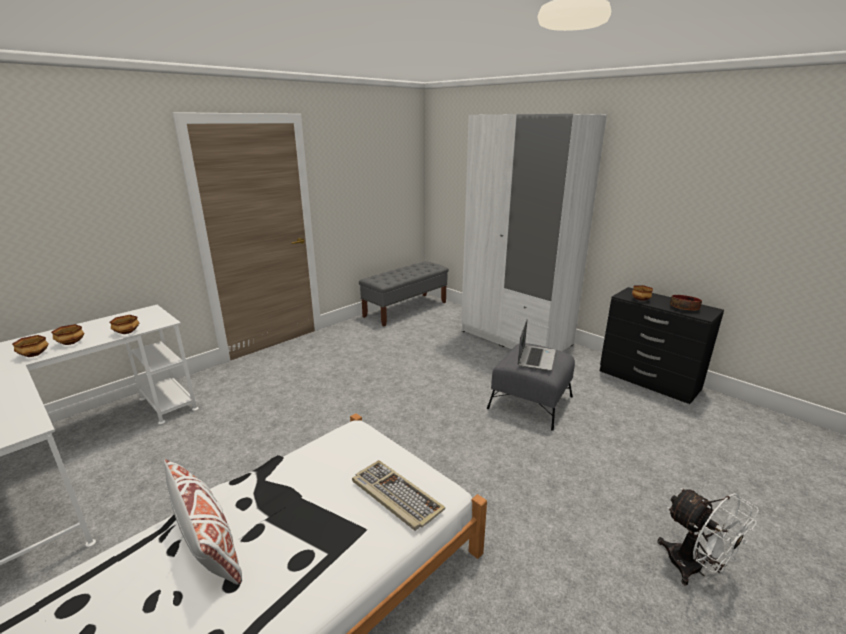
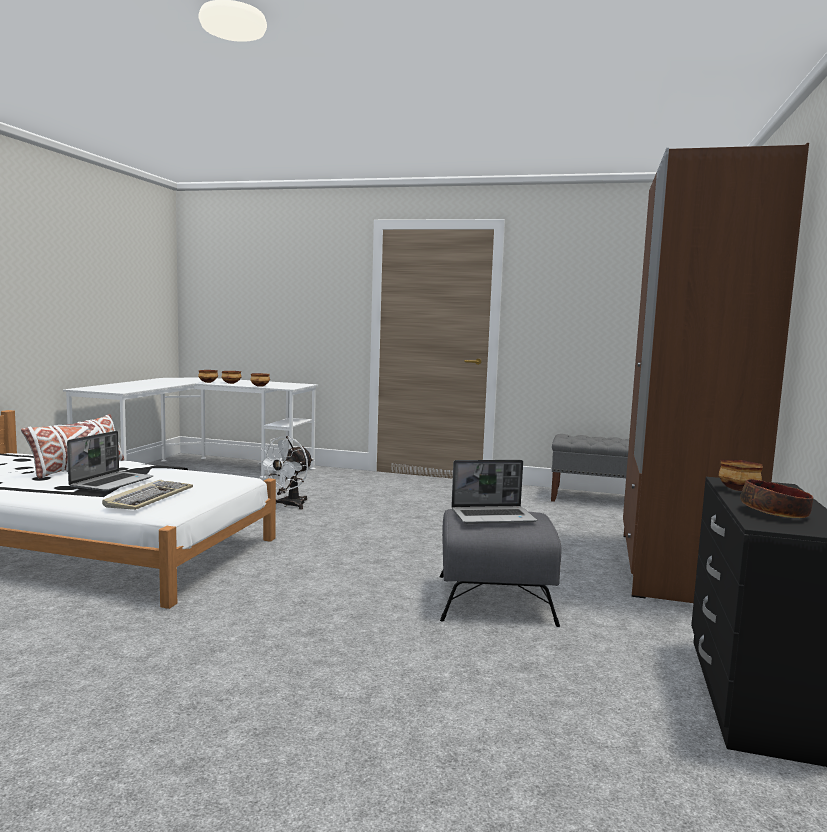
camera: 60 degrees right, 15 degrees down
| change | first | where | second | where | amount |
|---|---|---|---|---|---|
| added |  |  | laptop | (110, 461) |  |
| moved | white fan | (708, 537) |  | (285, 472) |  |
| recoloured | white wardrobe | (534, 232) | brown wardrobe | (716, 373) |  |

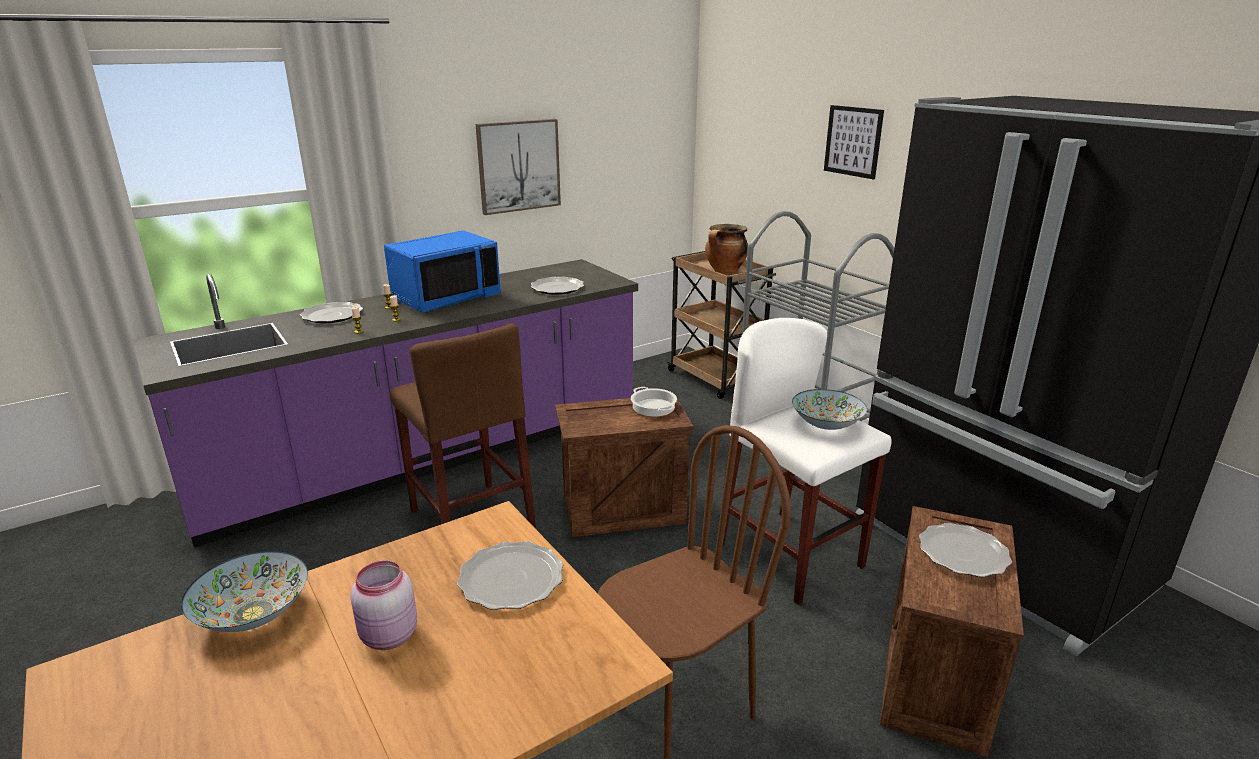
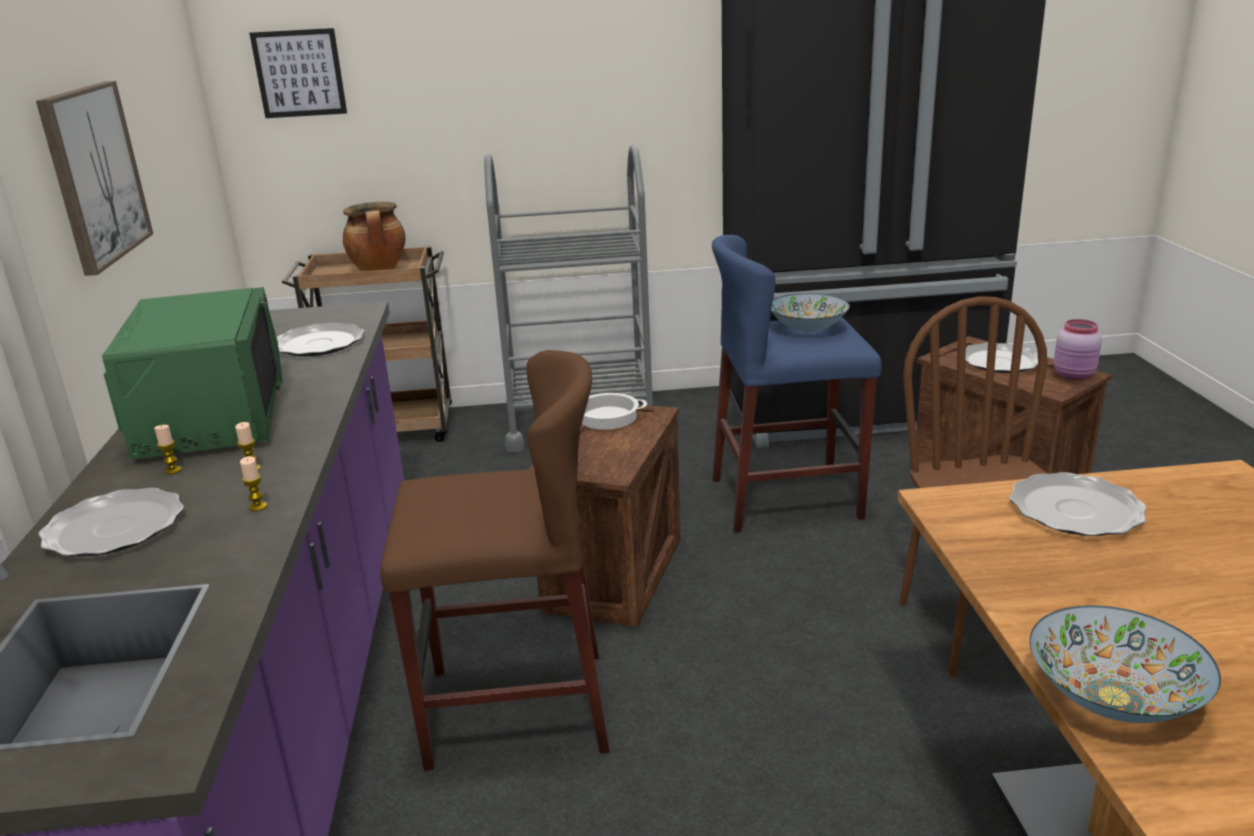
camera: 60 degrees left, 0 degrees up
| change | first | where | second | where | amount |
|---|---|---|---|---|---|
| moved | pink jar | (383, 605) |  | (1077, 349) |  |
| moved | picture | (854, 142) |  | (298, 73) |  |
| recoloured | blue microwave | (442, 271) | green microwave | (192, 373) |  |
| recoloured | white stool | (806, 461) | blue stool | (797, 384) |  |

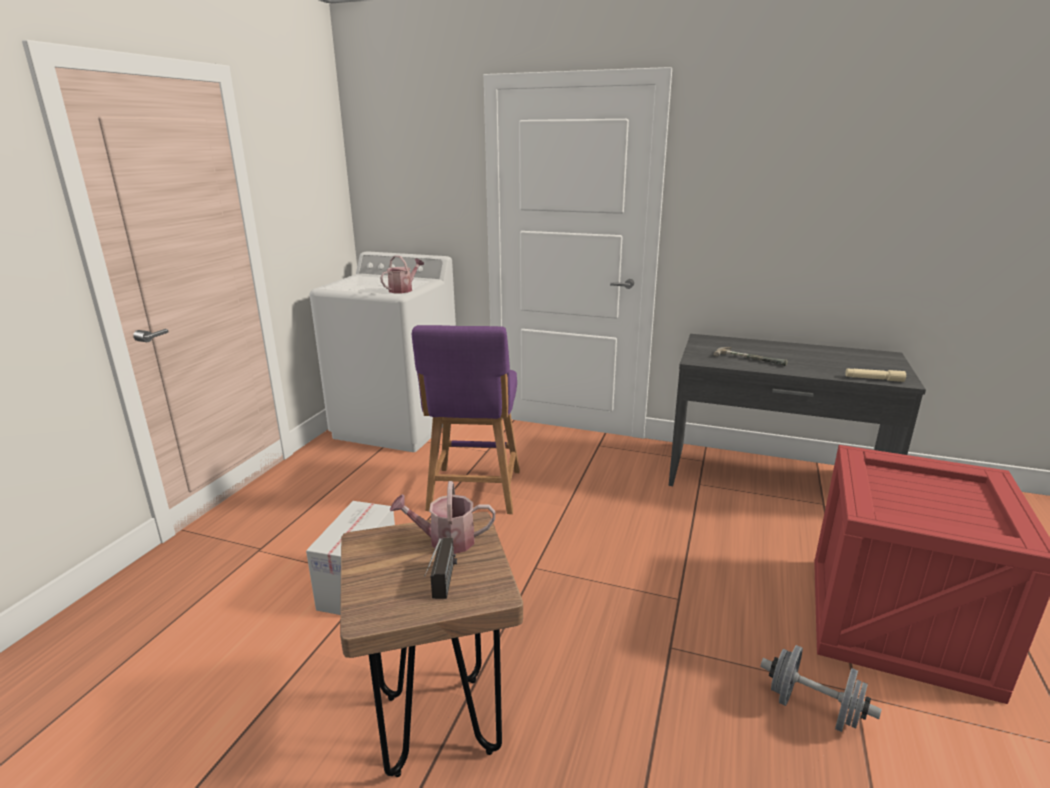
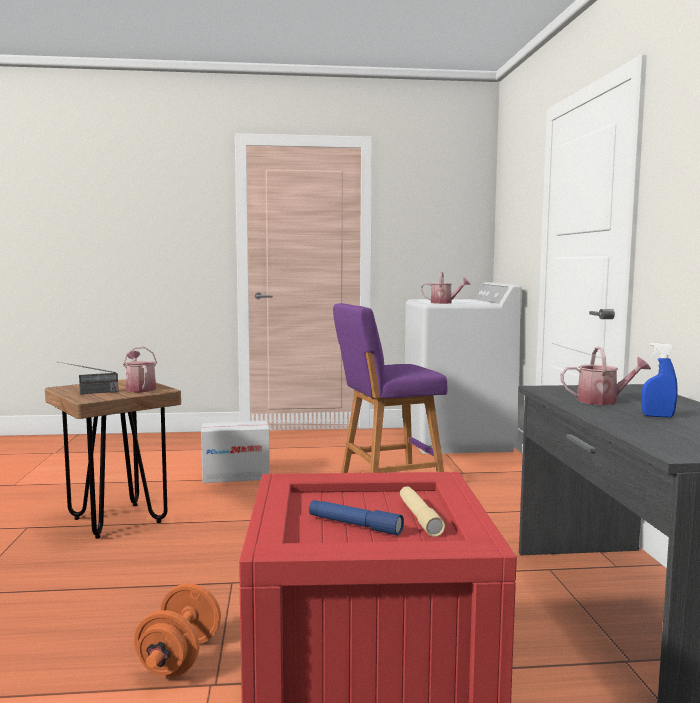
camera: 65 degrees right, 15 degrees down
| change | first | where | second | where | amount |
|---|---|---|---|---|---|
| added |  |  | blue flashlight | (356, 518) |  |
| added |  |  | blue spray bottle | (660, 380) |  |
| moved | beige flashlight | (875, 375) |  | (422, 511) |  |
| replaced | hammer | (751, 356) | watering can | (606, 375) |  |
| recoloured | grey dumbbell | (821, 688) | orange dumbbell | (177, 630) |  |

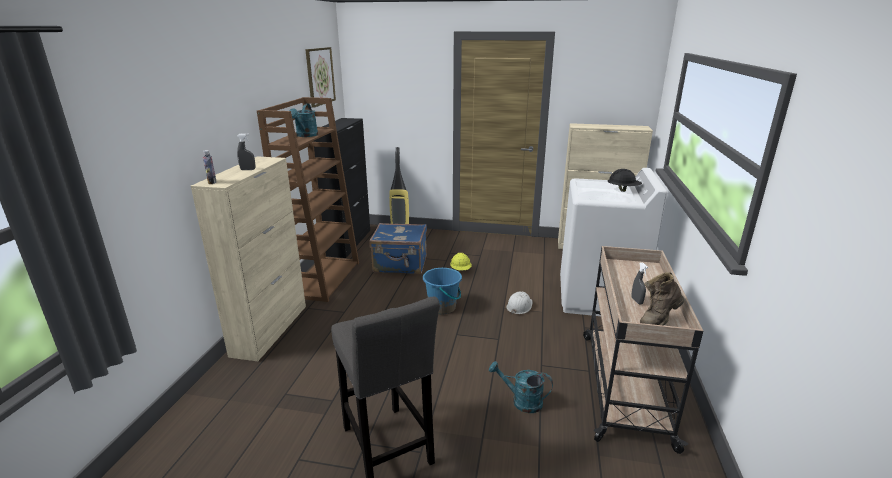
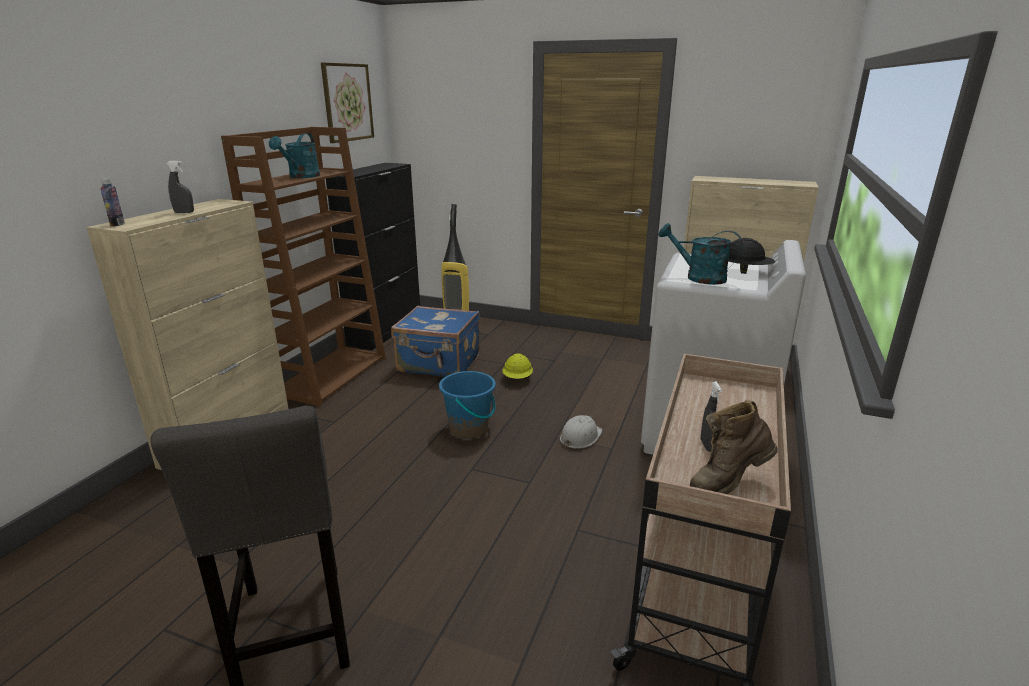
camera: 10 degrees right, 0 degrees up
| change | first | where | second | where | amount |
|---|---|---|---|---|---|
| moved | turquoise watering can | (521, 387) |  | (701, 254) |  |

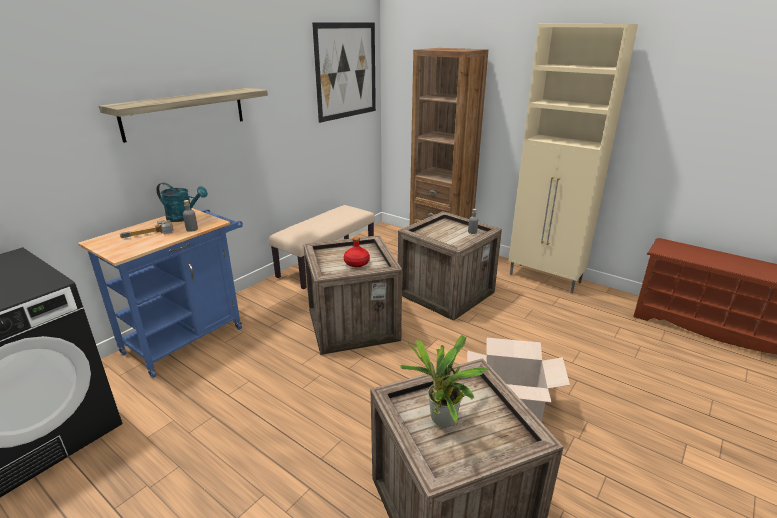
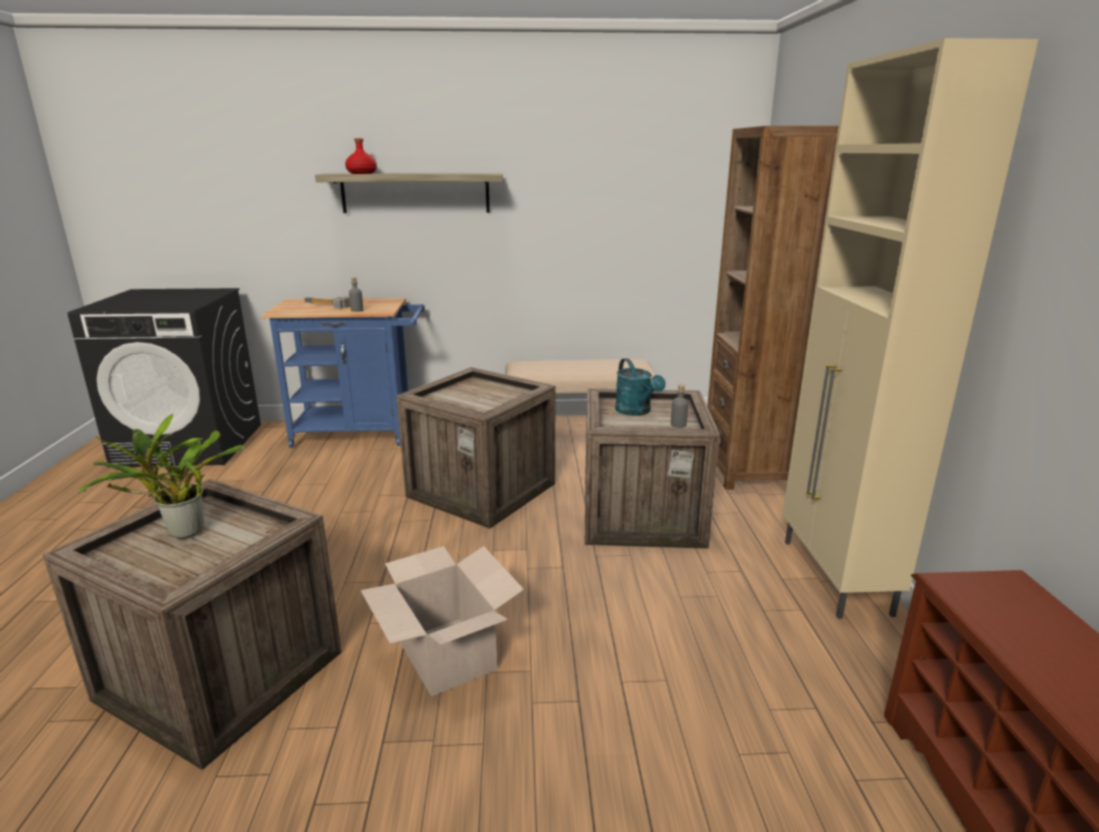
camera: 50 degrees right, 5 degrees down
| change | first | where | second | where | amount |
|---|---|---|---|---|---|
| removed | picture | (344, 72) |  |  |  |
| moved | turquoise watering can | (182, 202) |  | (640, 387) |  |
| moved | red bottle | (357, 252) |  | (361, 156) |  |

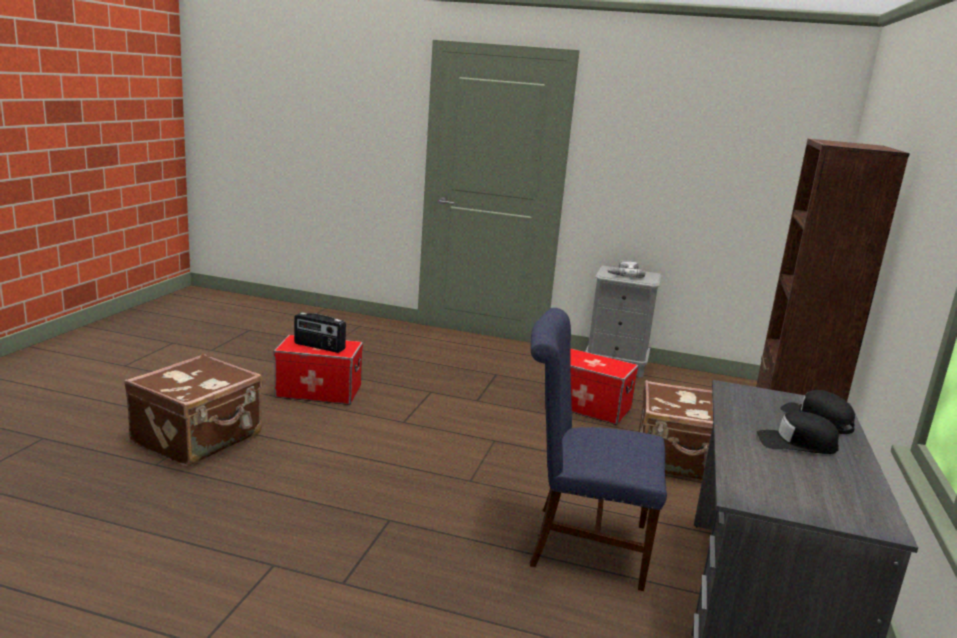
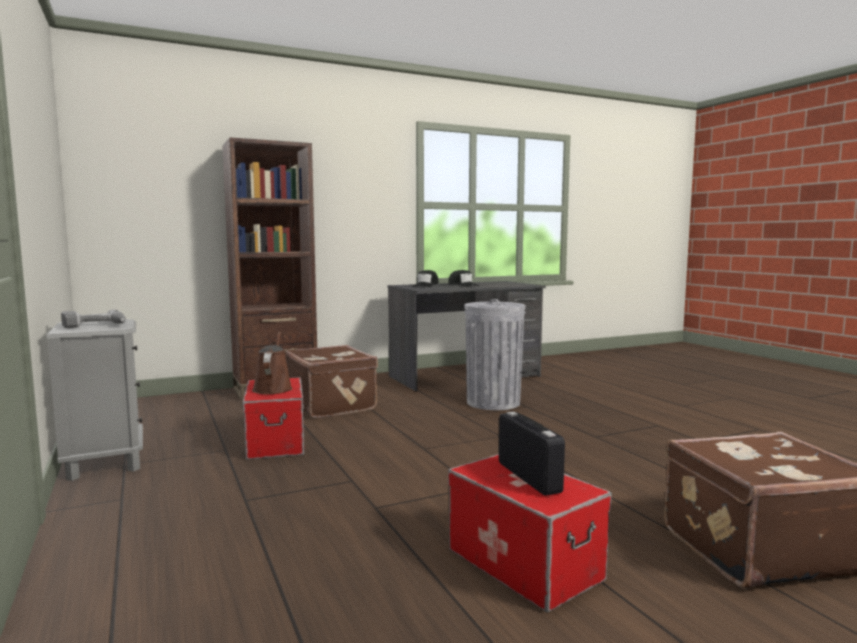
camera: 130 degrees left, 10 degrees down
| change | first | where | second | where | amount |
|---|---|---|---|---|---|
| added |  |  | brown watering can | (272, 363) |  |
| replaced | blue chair | (598, 449) | grey trash can | (495, 354) |  |

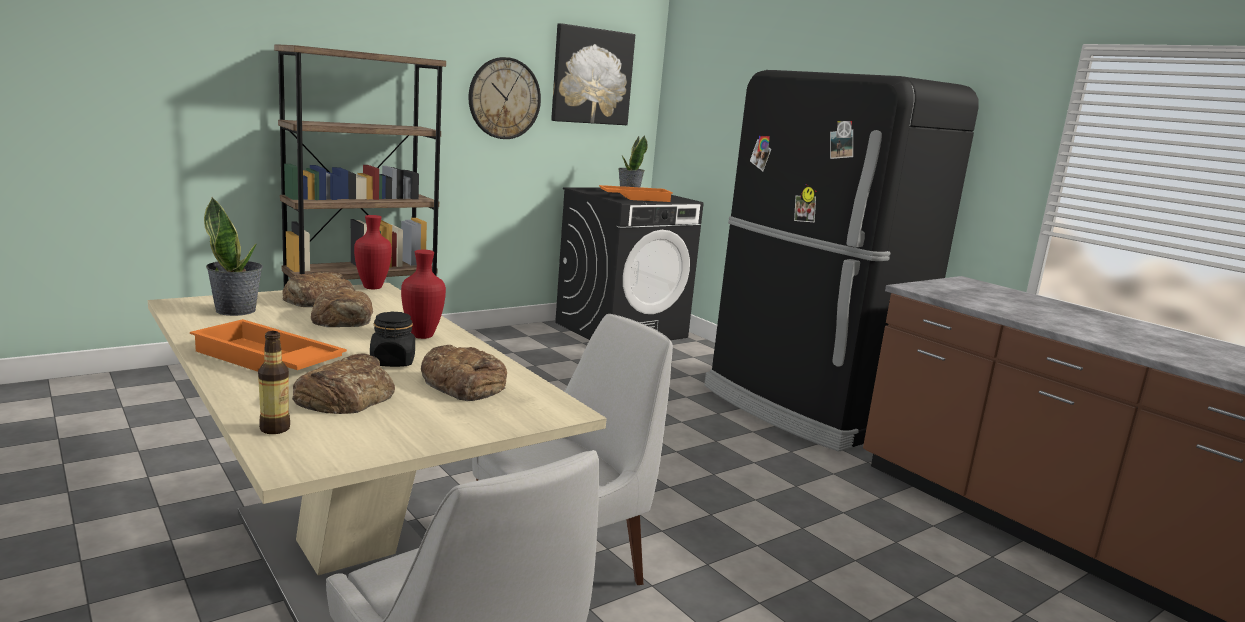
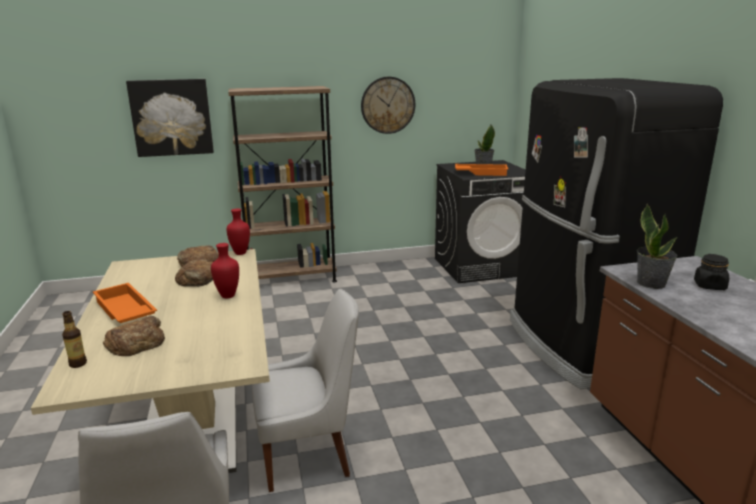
camera: 25 degrees right, 5 degrees up
| change | first | where | second | where | amount |
|---|---|---|---|---|---|
| removed | bread | (464, 373) |  |  |  |
| moved | potted plant | (233, 256) |  | (657, 246) |  |
| moved | black jar | (392, 339) |  | (711, 272) |  |
| moved | picture | (593, 74) |  | (170, 118) |  |

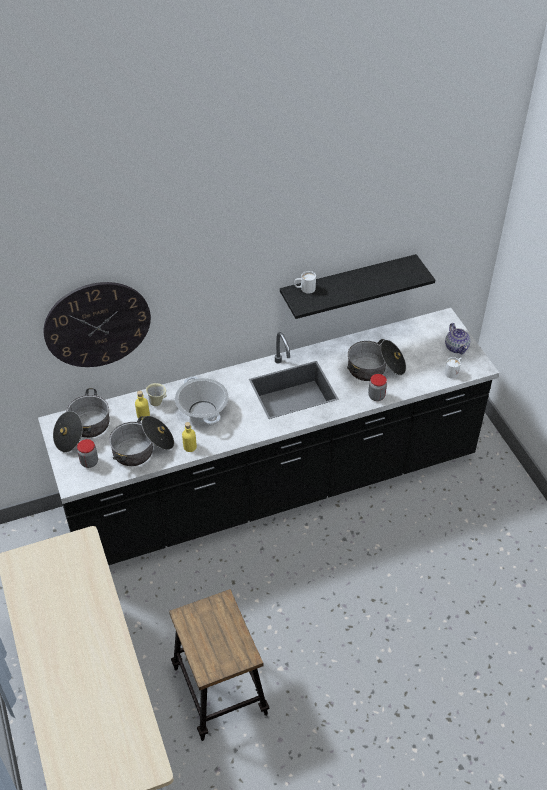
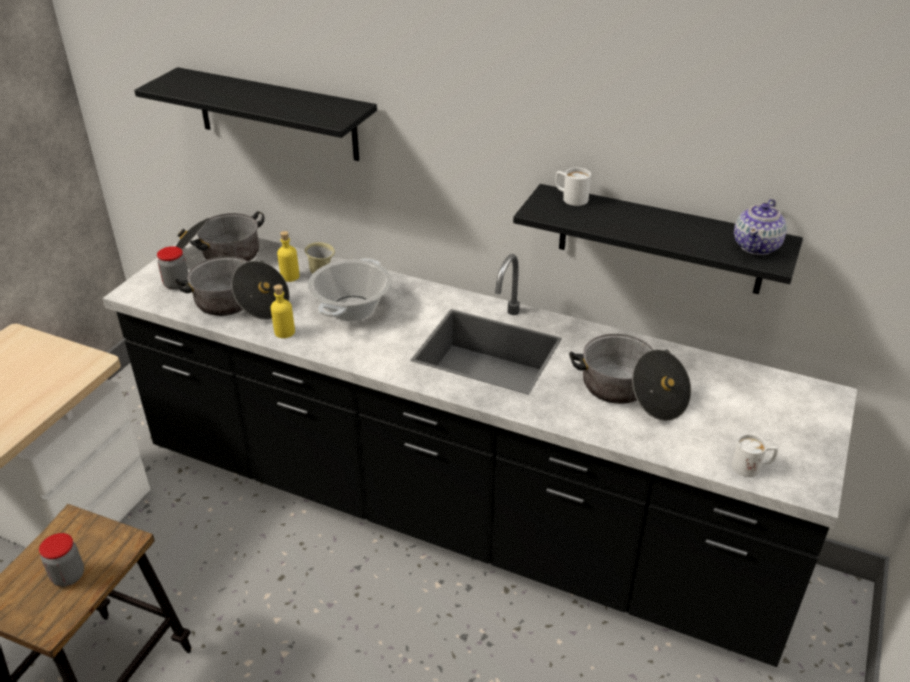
camera: 45 degrees right, 10 degrees down
| change | first | where | second | where | amount |
|---|---|---|---|---|---|
| moved | jar | (377, 387) |  | (61, 560) |  |
| moved | teapot | (458, 338) |  | (760, 227) |  |
| replaced | wall clock | (97, 324) | black shelf | (255, 114) |  |

